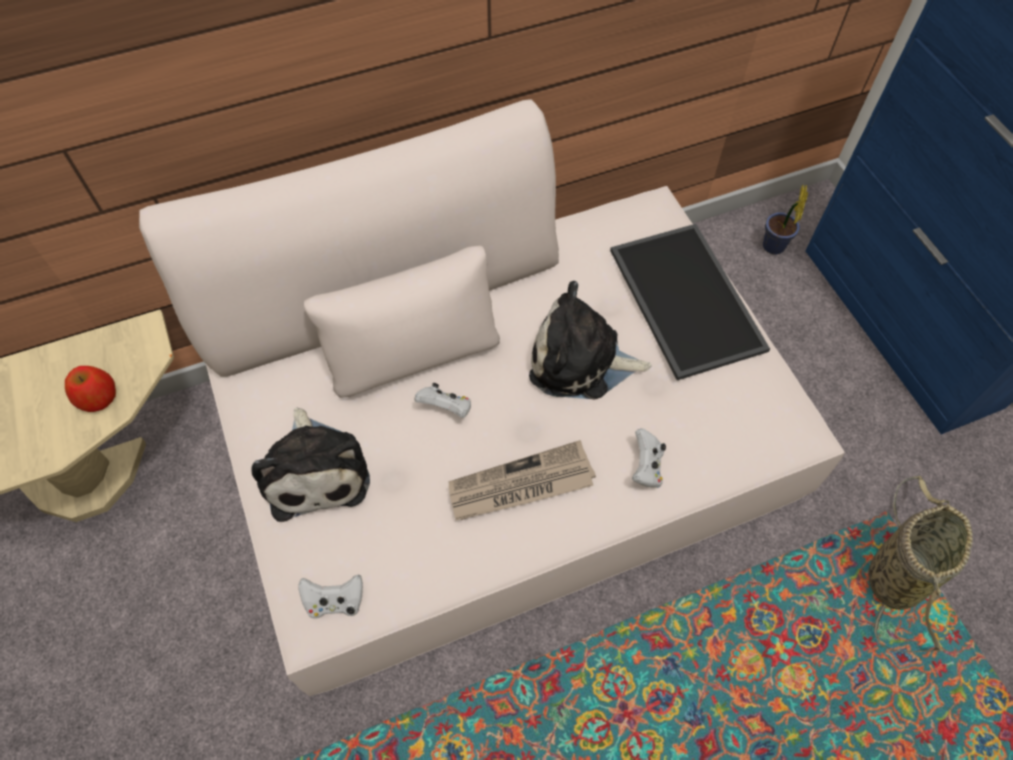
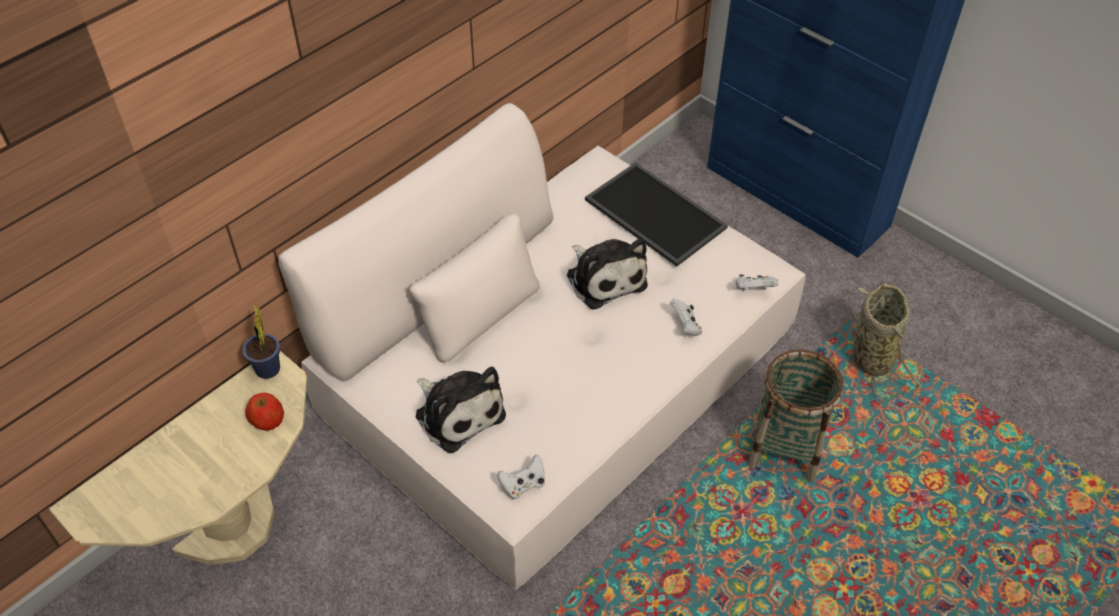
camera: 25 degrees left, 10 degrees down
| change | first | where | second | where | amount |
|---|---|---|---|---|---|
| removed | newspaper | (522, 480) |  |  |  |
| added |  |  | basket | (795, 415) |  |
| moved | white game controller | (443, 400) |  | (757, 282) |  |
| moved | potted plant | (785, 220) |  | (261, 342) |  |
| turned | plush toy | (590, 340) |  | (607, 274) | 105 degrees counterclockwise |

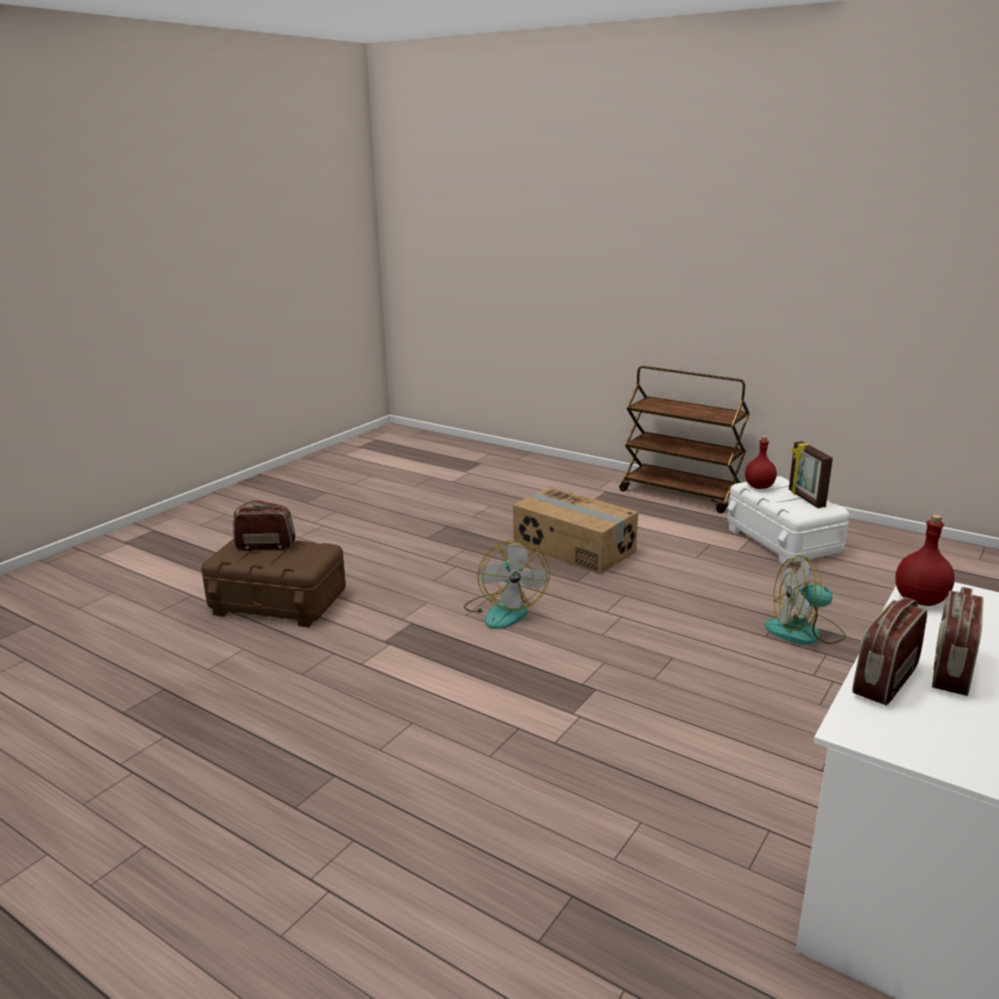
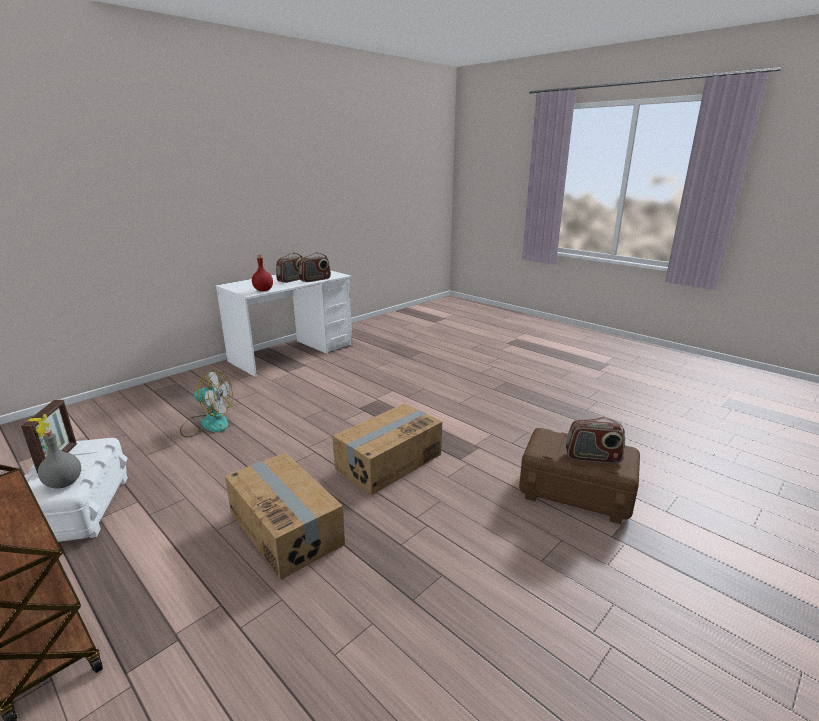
camera: 170 degrees left, 0 degrees up
| change | first | where | second | where | amount |
|---|---|---|---|---|---|
| replaced | fan | (507, 584) | cardboard box | (387, 449) |  |
| recoloured | red bottle | (761, 462) | grey bottle | (59, 459) |  |

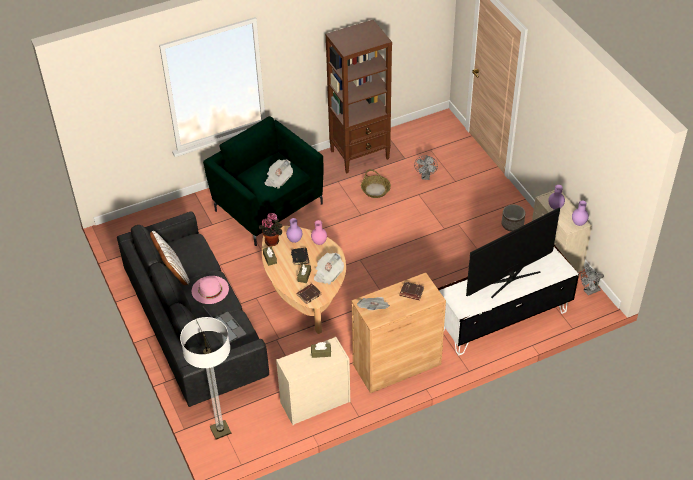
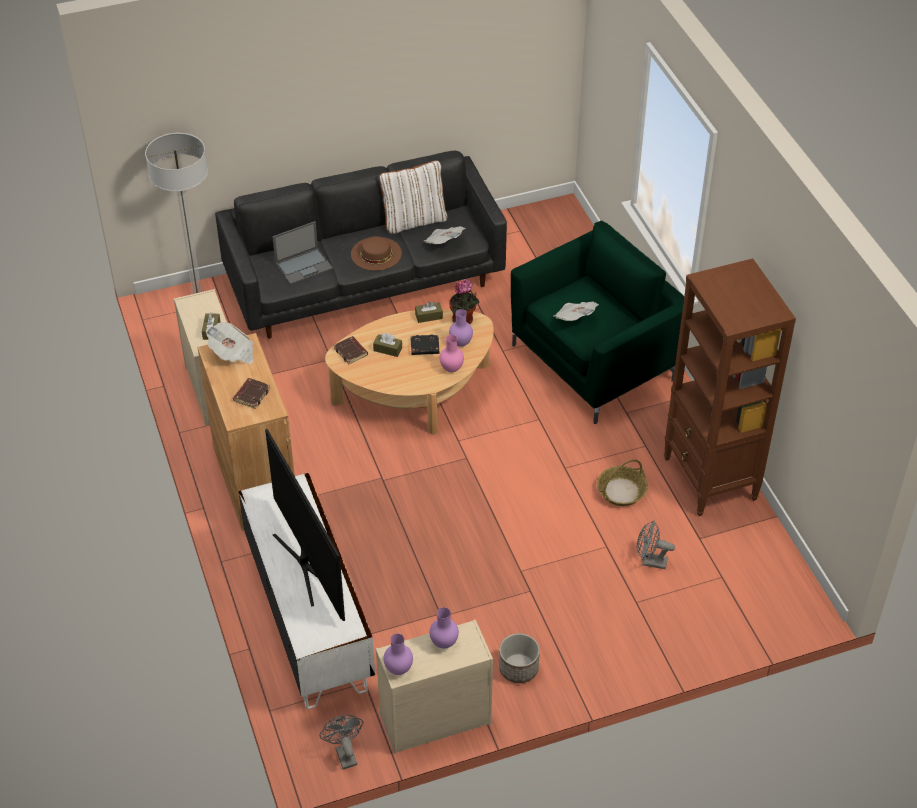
camera: 95 degrees right, 0 degrees up
| change | first | where | second | where | amount |
|---|---|---|---|---|---|
| moved | newspaper | (329, 269) |  | (444, 235) |  |
| recoloured | pink hat | (210, 290) | brown hat | (376, 253) |  |

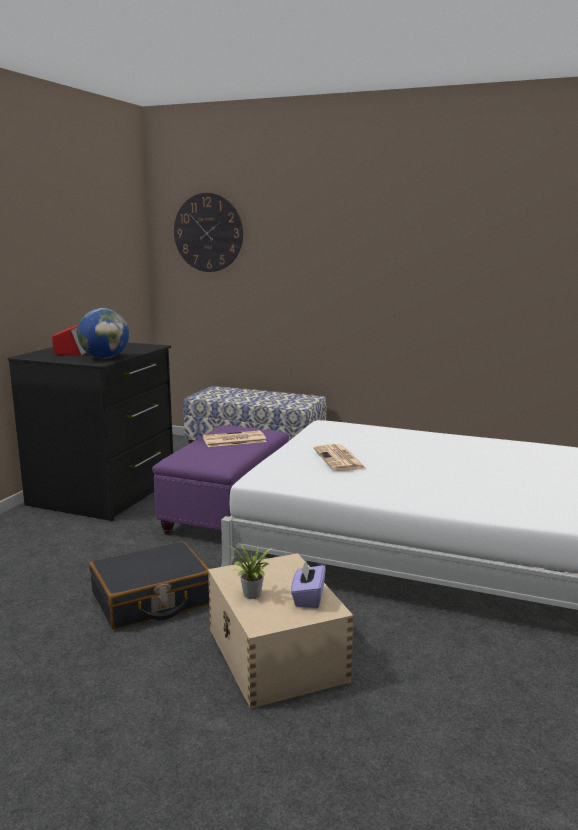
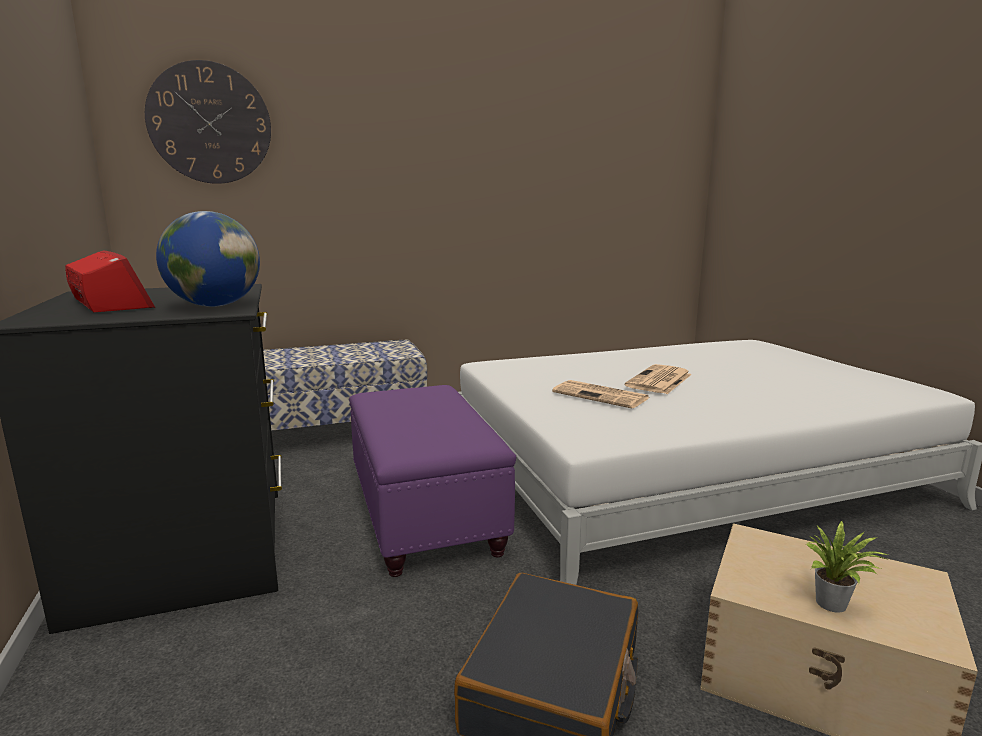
camera: 40 degrees left, 0 degrees up
| change | first | where | second | where | amount |
|---|---|---|---|---|---|
| removed | purple tissue box | (308, 584) |  |  |  |
| moved | newspaper | (235, 438) |  | (658, 379) |  |

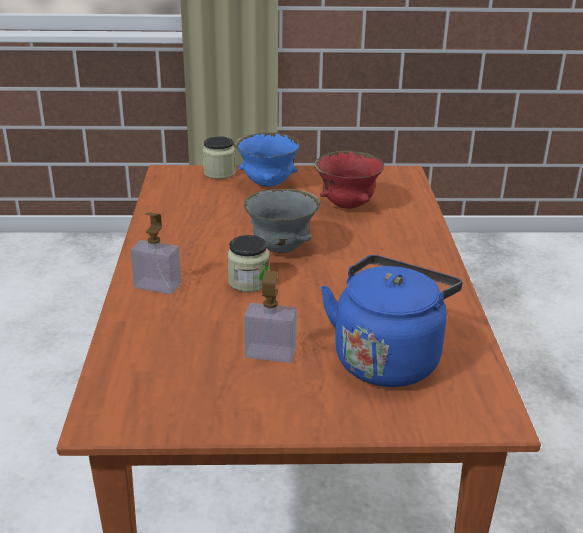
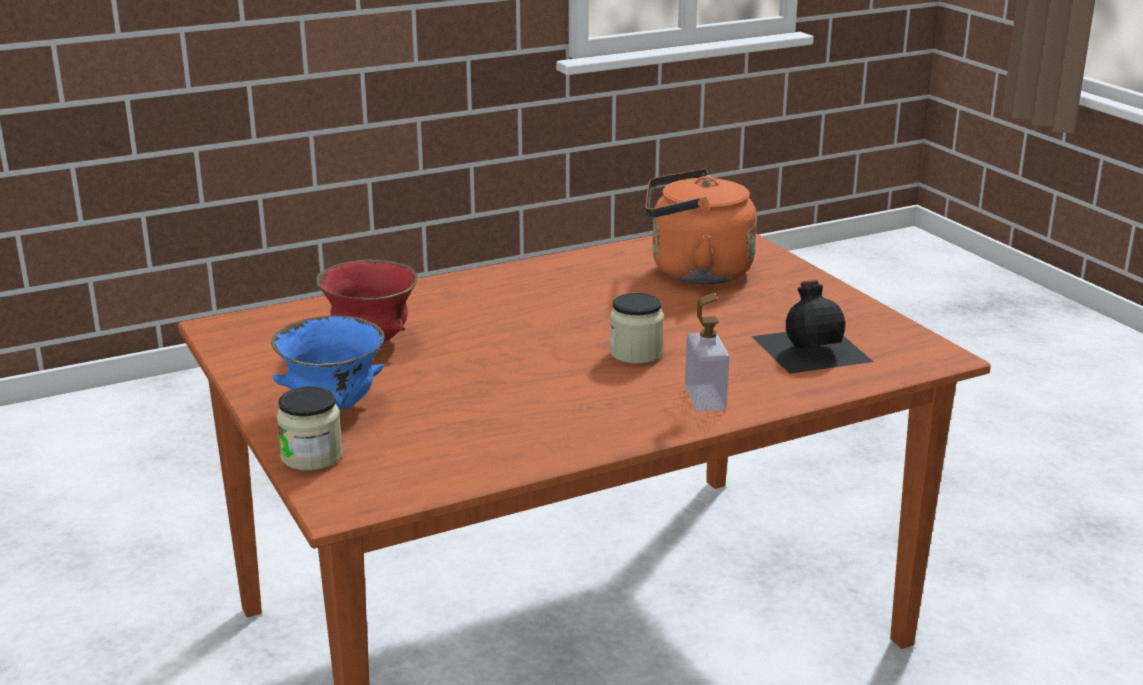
camera: 115 degrees left, 5 degrees down
| change | first | where | second | where | amount |
|---|---|---|---|---|---|
| removed | grey bowl | (282, 221) |  |  |  |
| removed | soap dispenser | (270, 316) |  |  |  |
| added |  |  | black bottle | (812, 327) |  |
| recoloured | blue kettle | (391, 321) | orange kettle | (701, 226) |  |

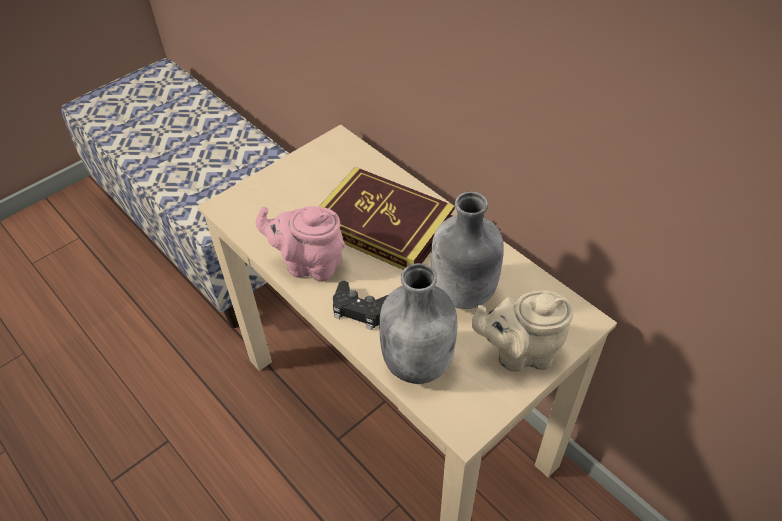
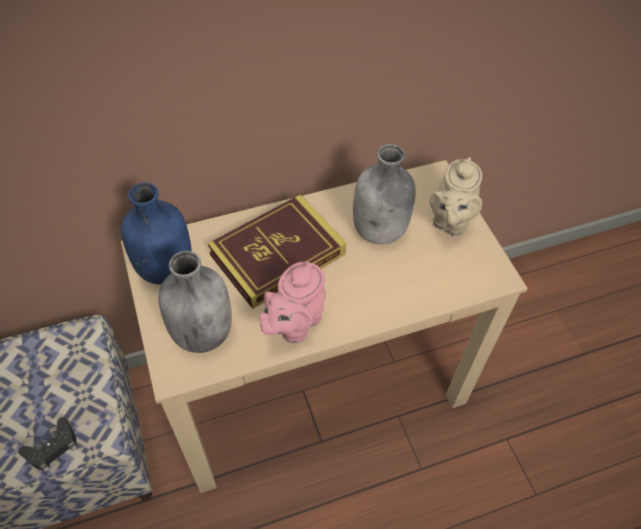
camera: 70 degrees left, 5 degrees up
| change | first | where | second | where | amount |
|---|---|---|---|---|---|
| added |  |  | blue bottle | (156, 233) |  |
| moved | black game controller | (360, 305) |  | (47, 444) |  |
| moved | grey bottle | (418, 323) |  | (195, 302) |  |

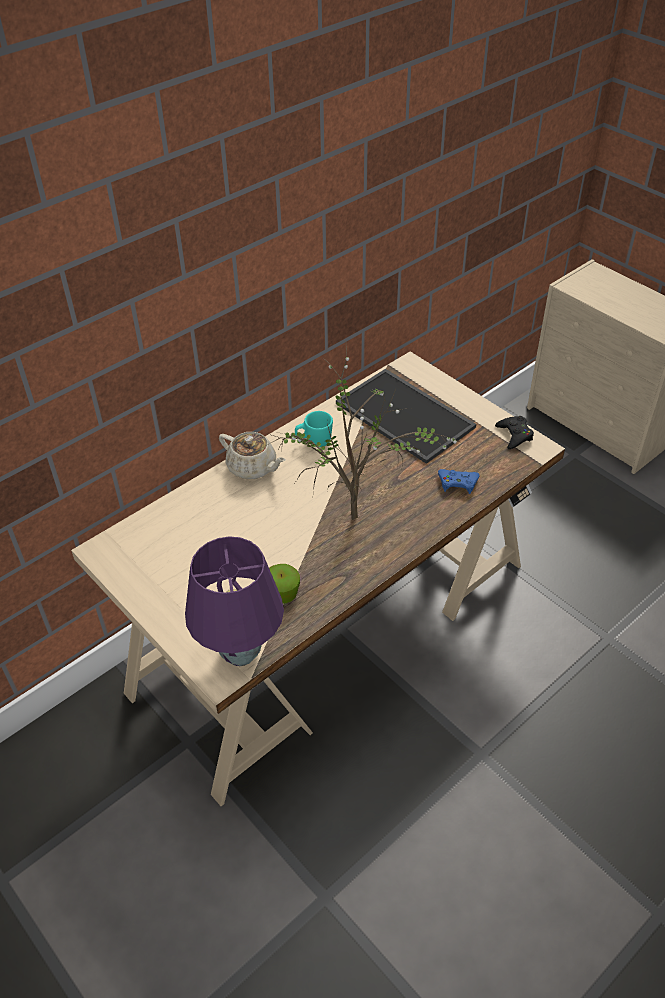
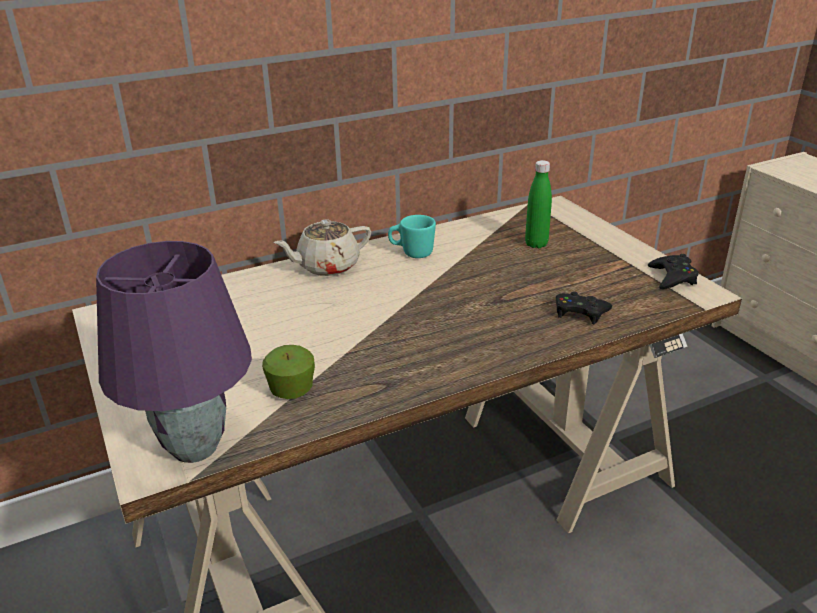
camera: 15 degrees right, 15 degrees down
| change | first | where | second | where | amount |
|---|---|---|---|---|---|
| removed | potted plant | (362, 433) |  |  |  |
| replaced | tray | (406, 416) | green bottle | (538, 204) |  |
| recoloured | blue game controller | (459, 481) | black game controller | (584, 307) |  |
| turned | beige teapot | (252, 455) |  | (322, 247) | 105 degrees clockwise |

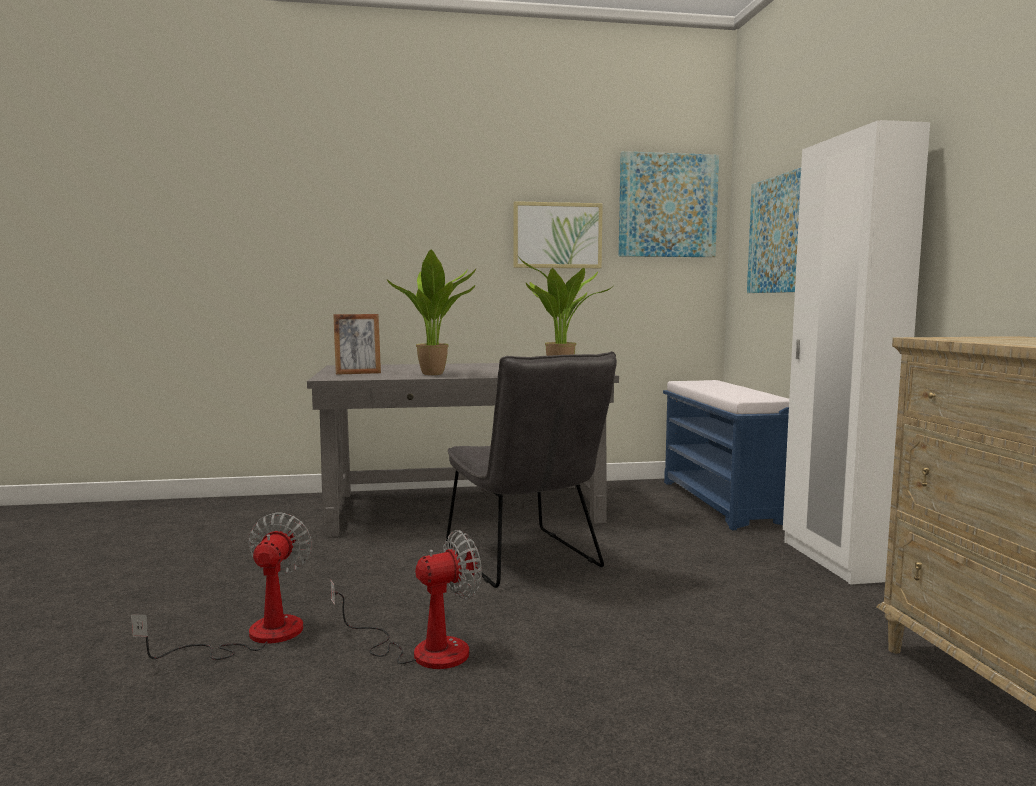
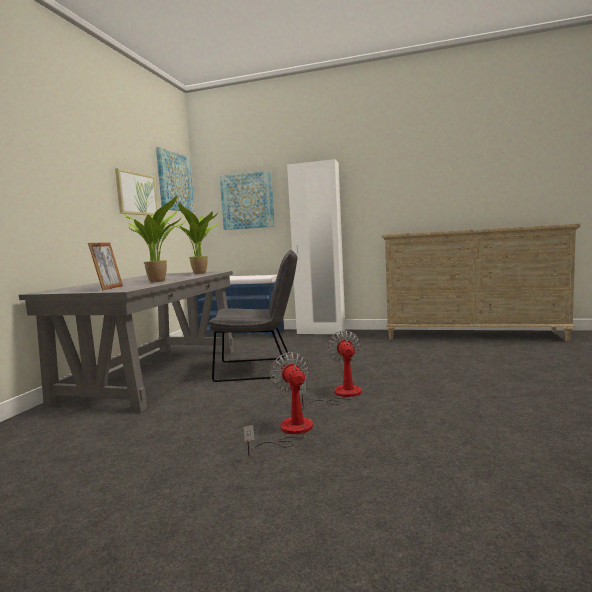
camera: 65 degrees left, 0 degrees up
| change | first | where | second | where | amount |
|---|---|---|---|---|---|
| turned | fan | (221, 586) |  | (278, 404) | 45 degrees clockwise |

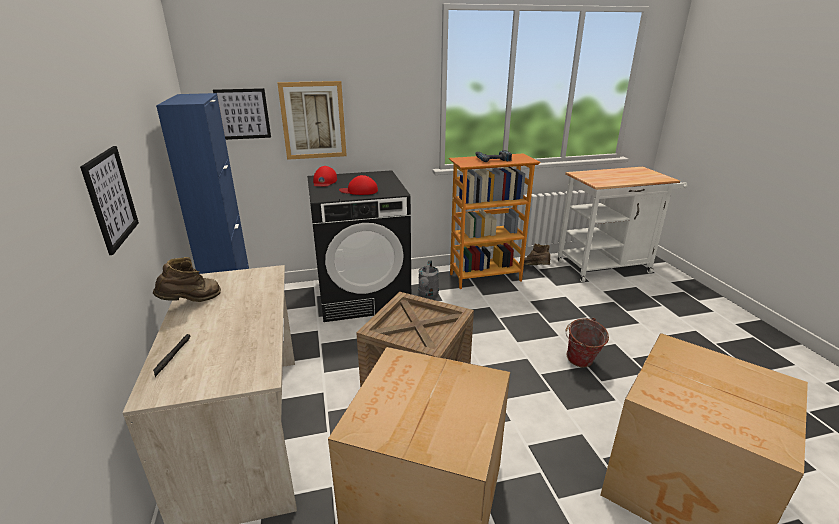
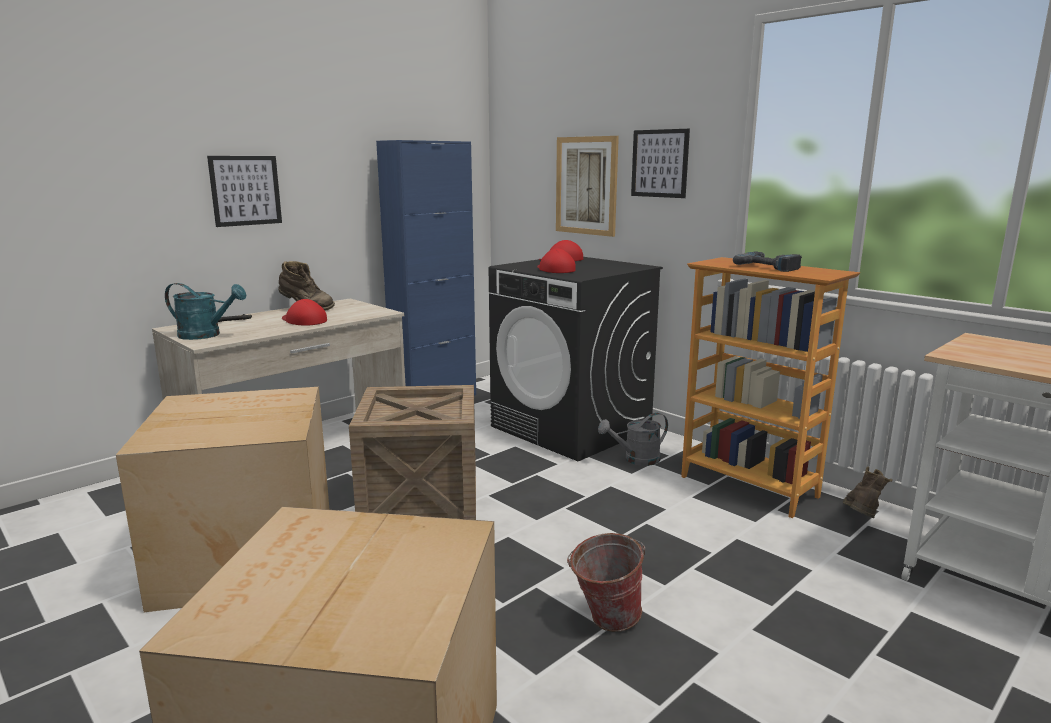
camera: 60 degrees right, 10 degrees down
| change | first | where | second | where | amount |
|---|---|---|---|---|---|
| added |  |  | turquoise watering can | (206, 311) |  |
| added |  |  | red cap | (304, 312) |  |
| moved | picture | (242, 114) |  | (660, 163) |  |

